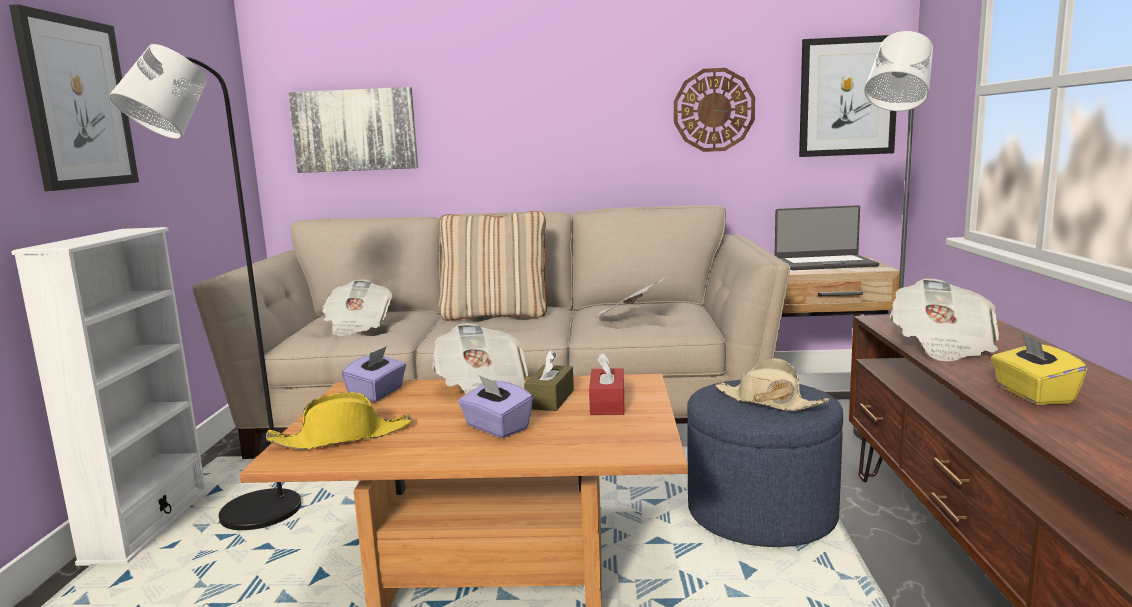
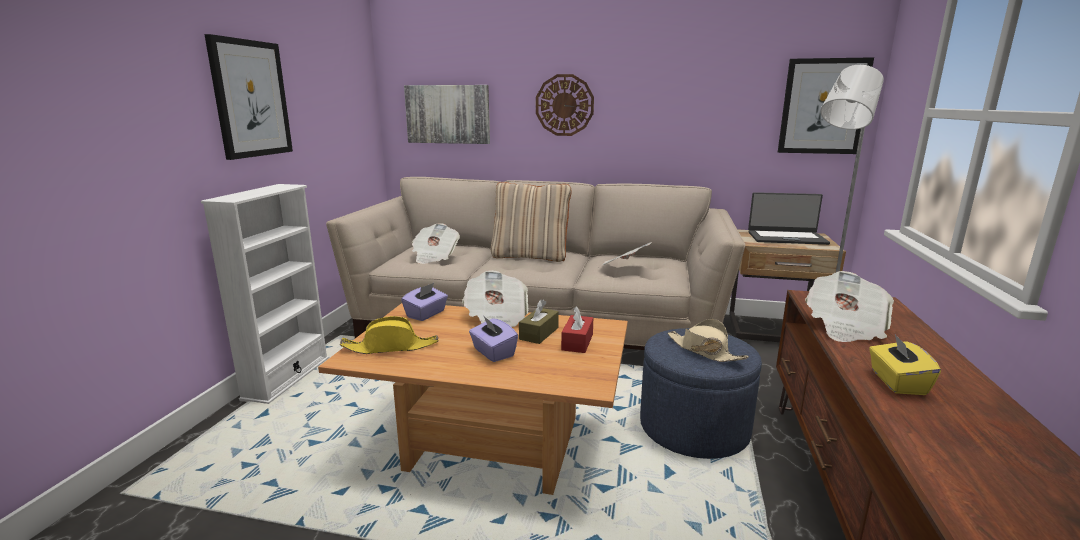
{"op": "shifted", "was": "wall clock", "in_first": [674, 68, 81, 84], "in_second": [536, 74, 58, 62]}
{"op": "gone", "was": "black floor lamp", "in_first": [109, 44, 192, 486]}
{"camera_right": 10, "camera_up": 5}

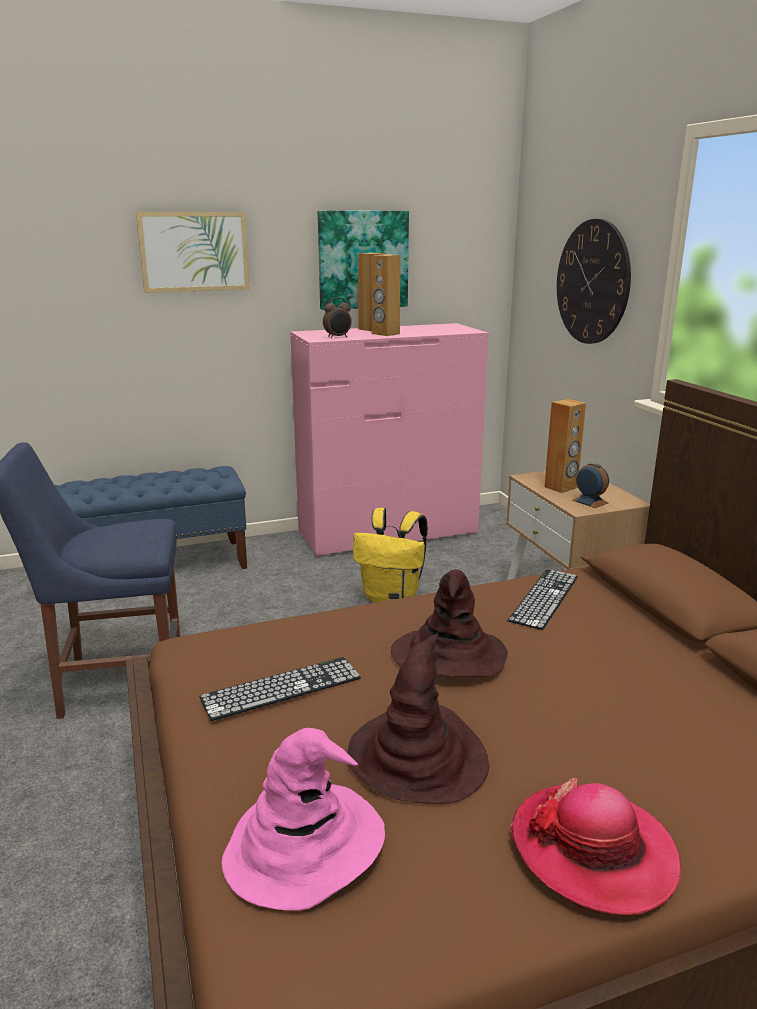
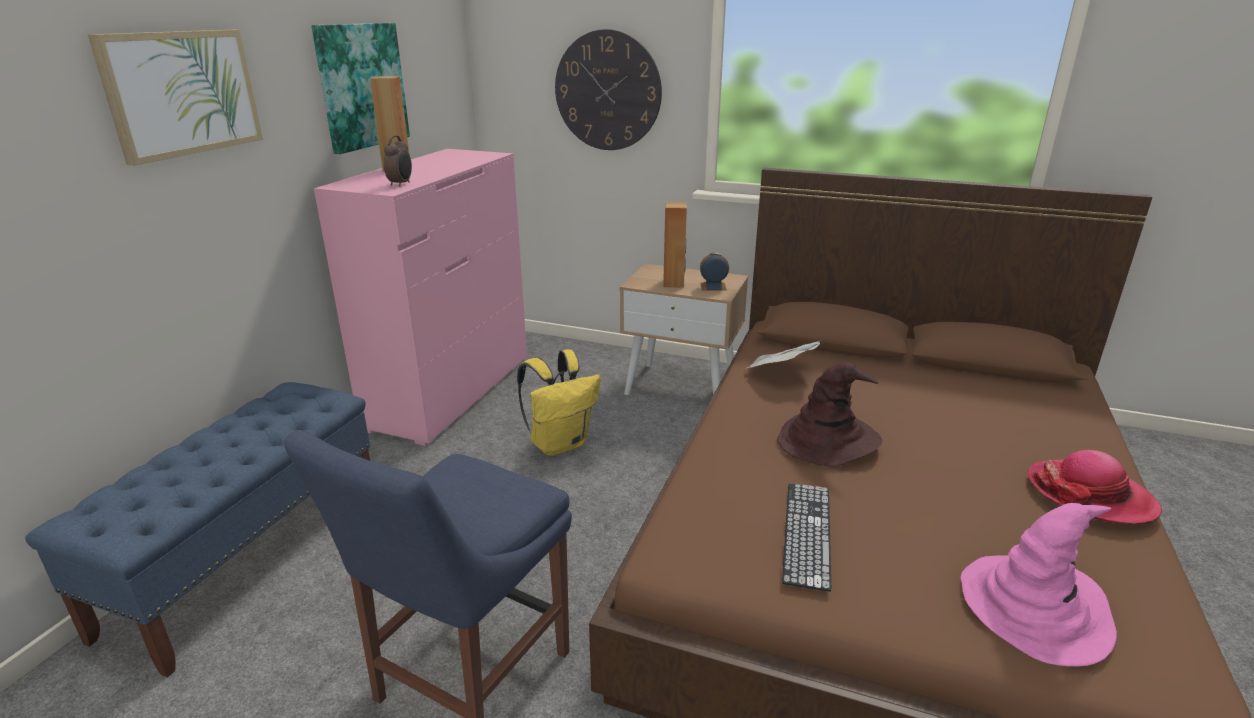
{"op": "swapped", "was": "keyboard", "now": "newspaper", "in_first": [508, 569, 70, 61], "in_second": [747, 341, 73, 27]}
{"op": "gone", "was": "brown hat", "in_first": [347, 634, 142, 170]}
{"op": "gone", "was": "brown speaker", "in_first": [372, 254, 28, 82]}
{"camera_right": -50, "camera_up": 5}

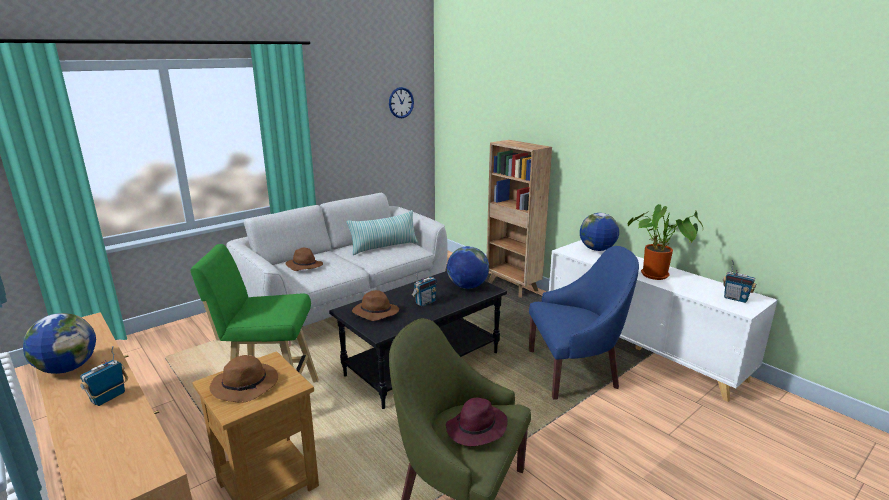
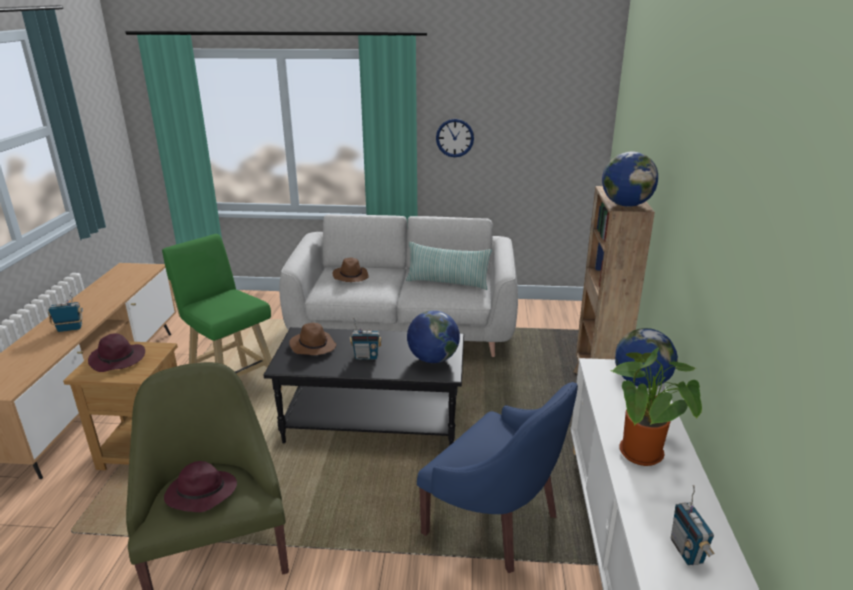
{"op": "repainted", "was": "brown hat", "now": "purple hat", "in_first": [209, 355, 69, 48], "in_second": [88, 333, 57, 39]}
{"op": "shifted", "was": "wall clock", "in_first": [389, 87, 25, 31], "in_second": [436, 119, 38, 38]}
{"op": "shifted", "was": "globe", "in_first": [23, 313, 73, 61], "in_second": [602, 152, 56, 55]}
{"camera_right": 45, "camera_up": 5}

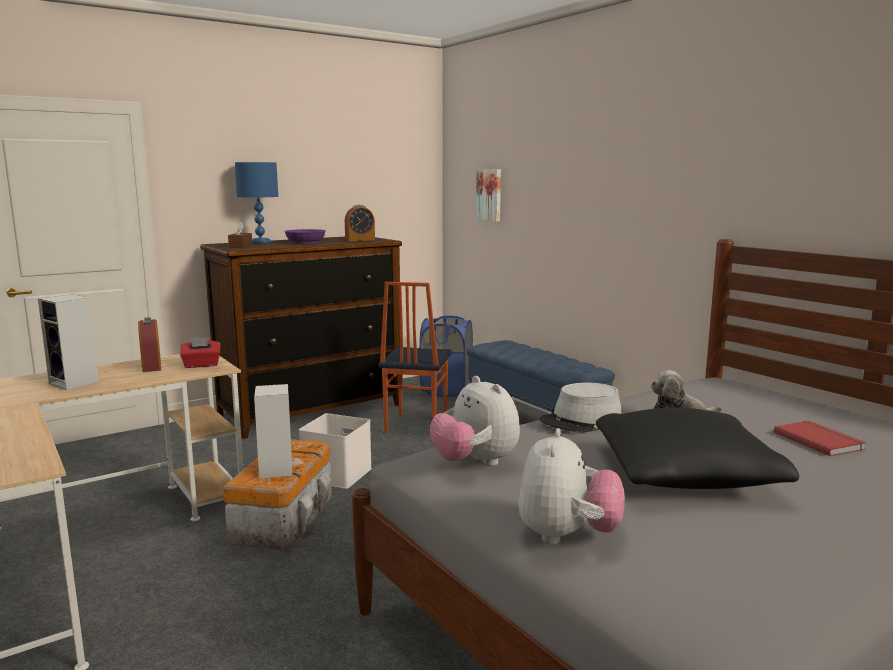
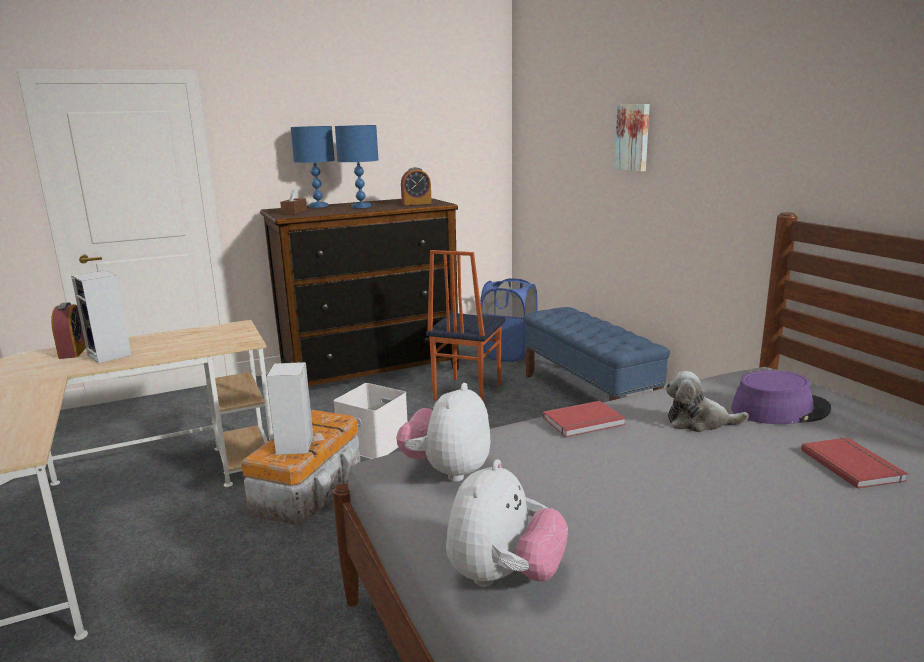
{"op": "shifted", "was": "alarm clock", "in_first": [138, 317, 23, 55], "in_second": [51, 303, 35, 56]}
{"op": "swapped", "was": "purple bowl", "now": "blue table lamp", "in_first": [284, 229, 42, 15], "in_second": [335, 125, 43, 83]}
{"op": "rotated", "was": "plush toy", "in_first": [430, 376, 90, 90], "in_second": [396, 383, 94, 99], "clockwise": 45}
{"op": "swapped", "was": "grey hat", "now": "red book", "in_first": [539, 383, 83, 50], "in_second": [543, 401, 83, 36]}
{"op": "shifted", "was": "picture", "in_first": [476, 169, 25, 53], "in_second": [614, 104, 36, 68]}
{"op": "new", "now": "purple hat", "in_second": [731, 370, 100, 54]}
{"op": "gone", "was": "red tissue box", "in_first": [180, 337, 40, 31]}
{"op": "gone", "was": "black pillow", "in_first": [596, 408, 203, 81]}
{"camera_right": 10, "camera_up": 5}

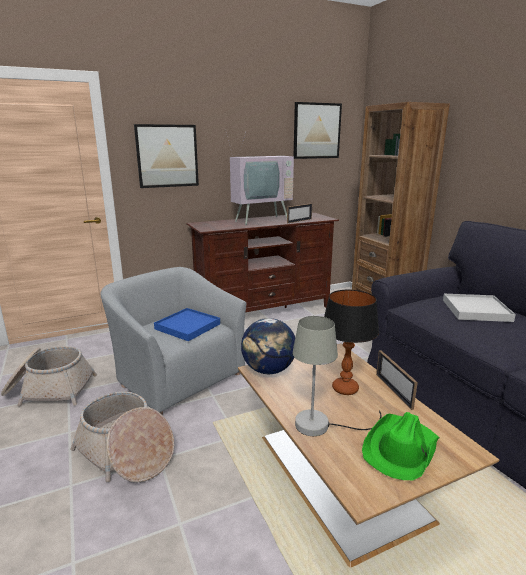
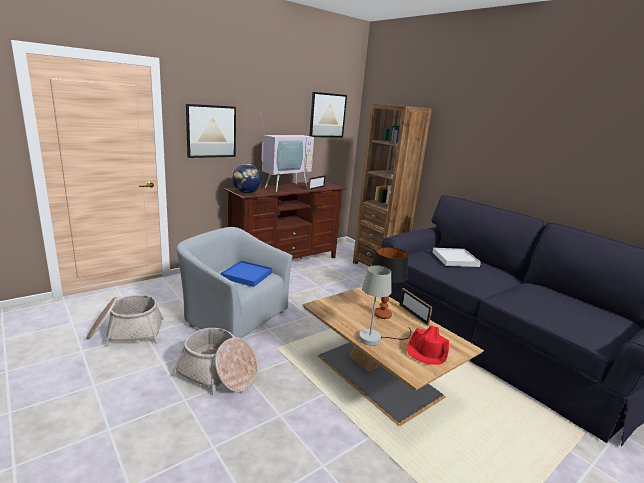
{"op": "shifted", "was": "globe", "in_first": [241, 318, 54, 56], "in_second": [232, 164, 30, 29]}
{"op": "repainted", "was": "green hat", "now": "red hat", "in_first": [362, 412, 77, 68], "in_second": [407, 325, 42, 40]}
{"camera_right": -15, "camera_up": 0}

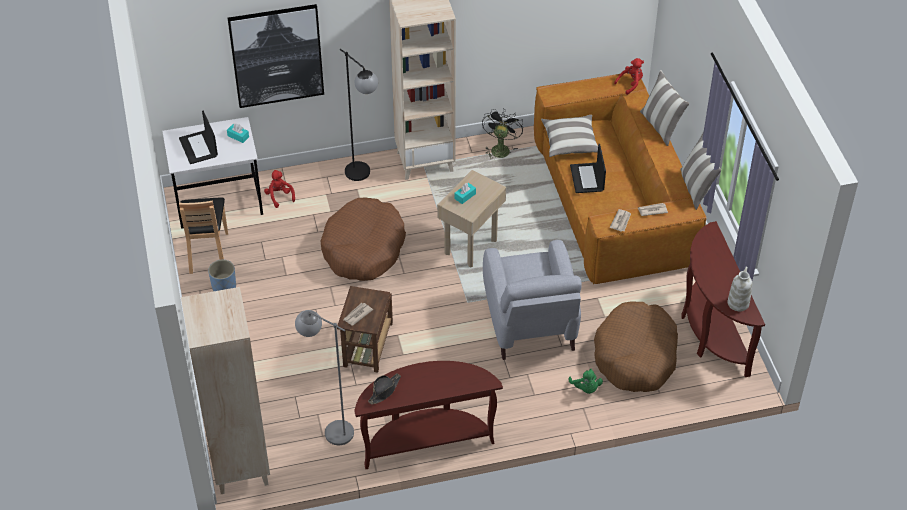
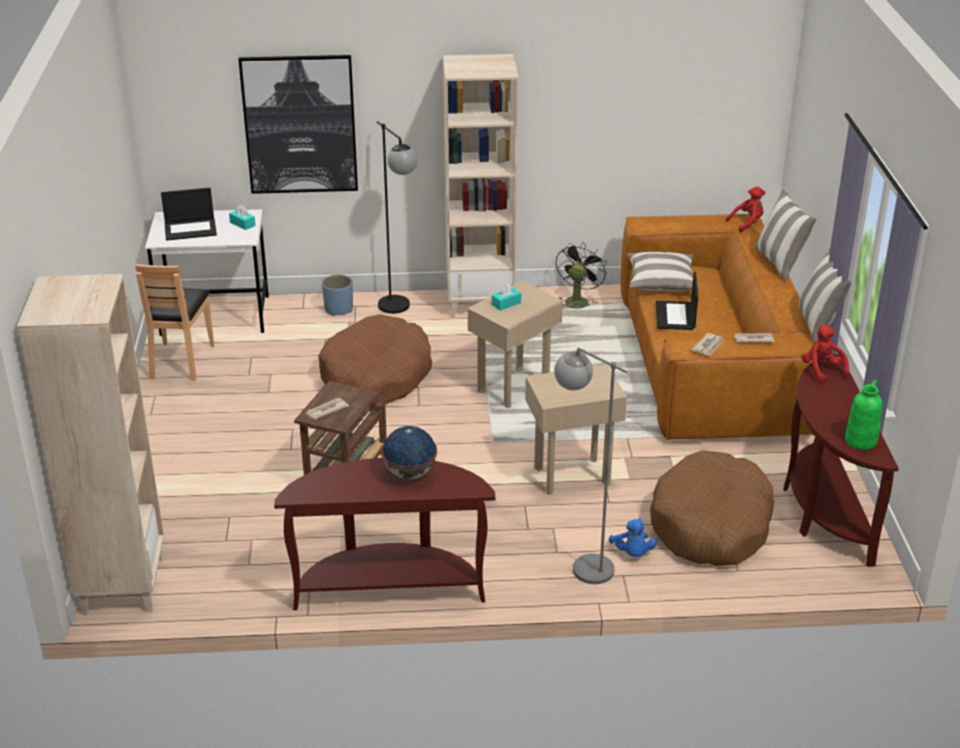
{"op": "rotated", "was": "laptop", "in_first": [179, 111, 39, 53], "in_second": [161, 188, 56, 53], "clockwise": -90}
{"op": "shifted", "was": "blue planter", "in_first": [208, 260, 28, 31], "in_second": [322, 274, 31, 42]}
{"op": "new", "now": "globe", "in_second": [382, 426, 55, 53]}
{"op": "swapped", "was": "grey armchair", "now": "beige side table", "in_first": [483, 240, 99, 120], "in_second": [525, 365, 102, 130]}
{"op": "shifted", "was": "grey floor lamp", "in_first": [295, 310, 59, 135], "in_second": [554, 347, 74, 237]}
{"op": "repainted", "was": "green plush toy", "now": "blue plush toy", "in_first": [568, 369, 35, 25], "in_second": [609, 518, 48, 39]}
{"op": "shifted", "was": "red plush toy", "in_first": [264, 170, 31, 38], "in_second": [802, 324, 47, 58]}
{"op": "repainted", "was": "white vase", "now": "green vase", "in_first": [728, 267, 24, 44], "in_second": [845, 380, 38, 70]}
{"op": "gone", "was": "black hat", "in_first": [368, 373, 33, 32]}
{"camera_right": 10, "camera_up": -15}

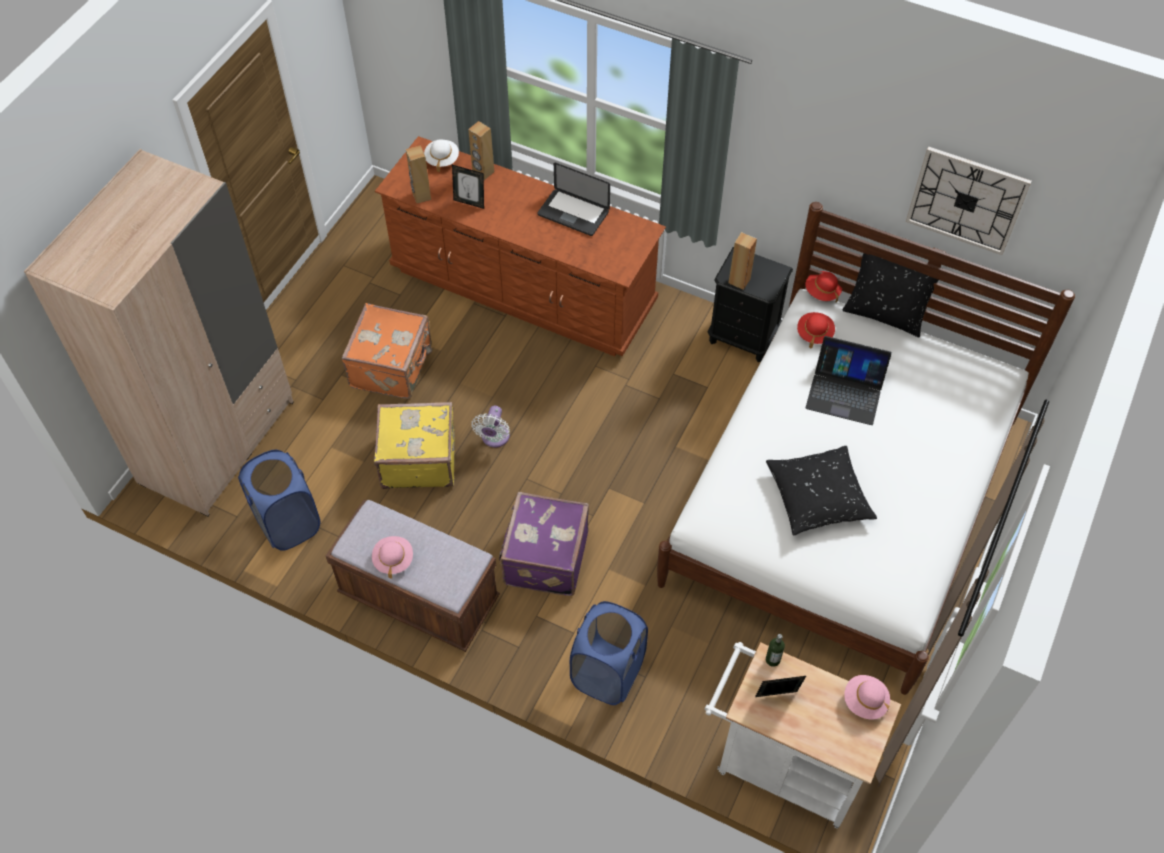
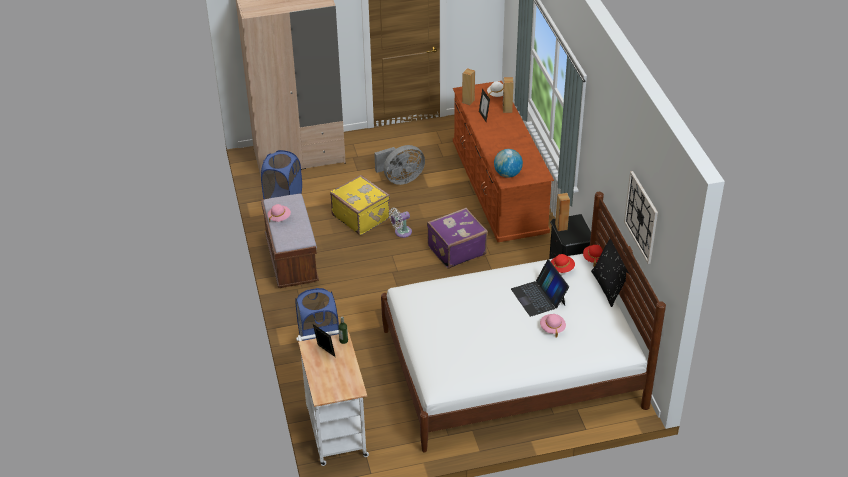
{"op": "swapped", "was": "orange suitcase", "now": "grey fan", "in_first": [341, 303, 91, 96], "in_second": [374, 145, 51, 40]}
{"op": "shifted", "was": "purple suitcase", "in_first": [499, 492, 90, 104], "in_second": [427, 208, 61, 61]}
{"op": "new", "now": "globe", "in_second": [494, 149, 29, 29]}
{"op": "shifted", "was": "pink hat", "in_first": [844, 675, 46, 45], "in_second": [540, 314, 26, 23]}
{"op": "gone", "was": "laptop", "in_first": [538, 162, 72, 74]}
{"op": "gone", "was": "black pillow", "in_first": [766, 446, 111, 90]}
{"camera_right": 50, "camera_up": -15}

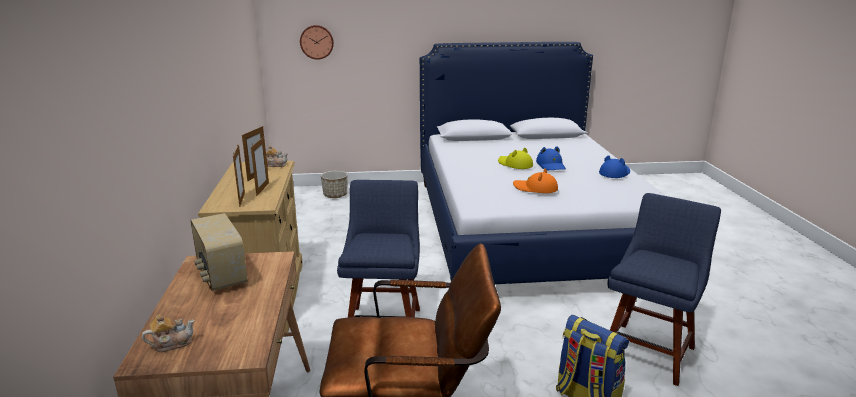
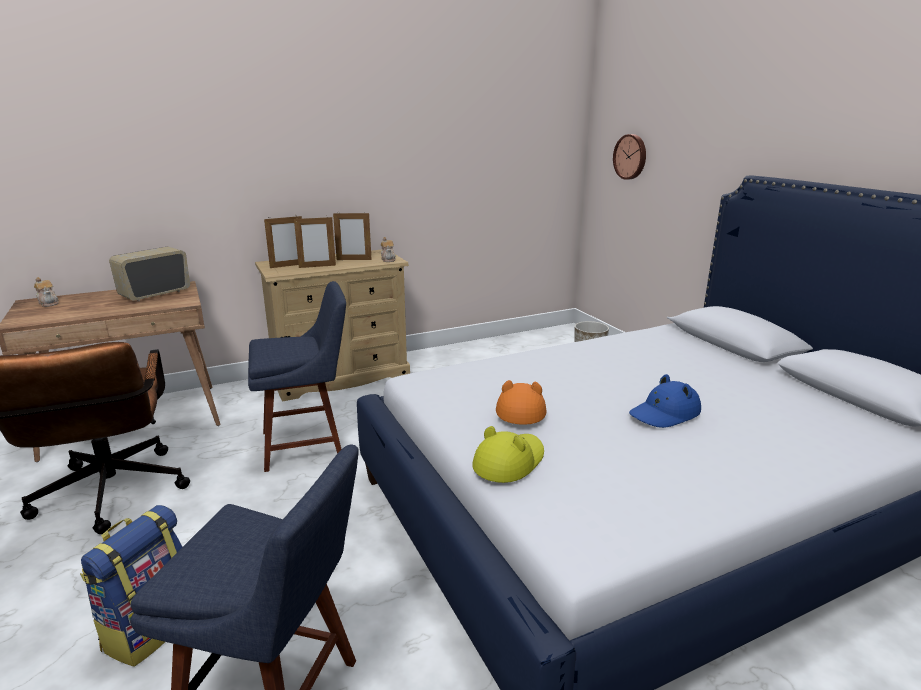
{"op": "shifted", "was": "yellow hat", "in_first": [498, 148, 35, 21], "in_second": [472, 426, 72, 57]}
{"op": "gone", "was": "blue hat", "in_first": [599, 156, 31, 22]}
{"camera_right": 70, "camera_up": 0}

